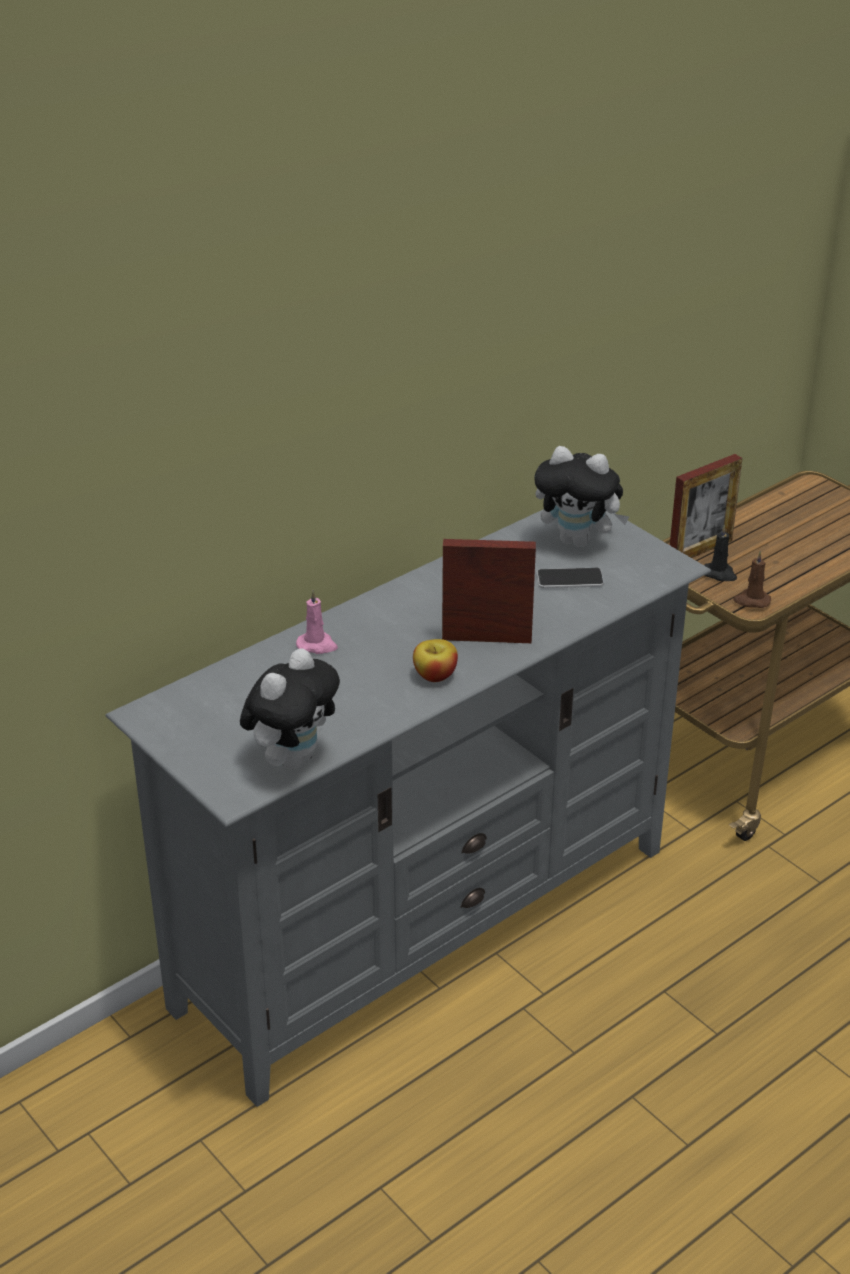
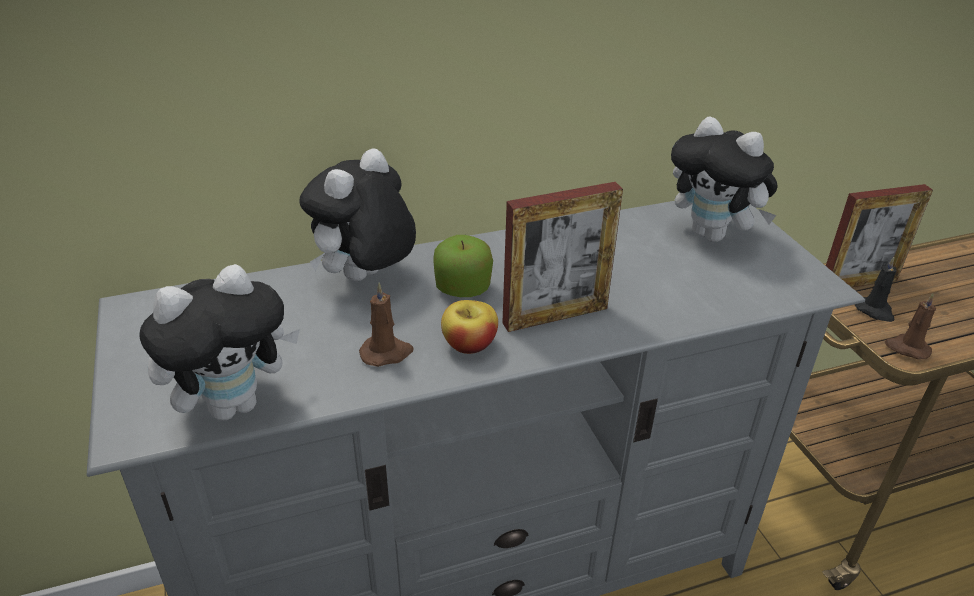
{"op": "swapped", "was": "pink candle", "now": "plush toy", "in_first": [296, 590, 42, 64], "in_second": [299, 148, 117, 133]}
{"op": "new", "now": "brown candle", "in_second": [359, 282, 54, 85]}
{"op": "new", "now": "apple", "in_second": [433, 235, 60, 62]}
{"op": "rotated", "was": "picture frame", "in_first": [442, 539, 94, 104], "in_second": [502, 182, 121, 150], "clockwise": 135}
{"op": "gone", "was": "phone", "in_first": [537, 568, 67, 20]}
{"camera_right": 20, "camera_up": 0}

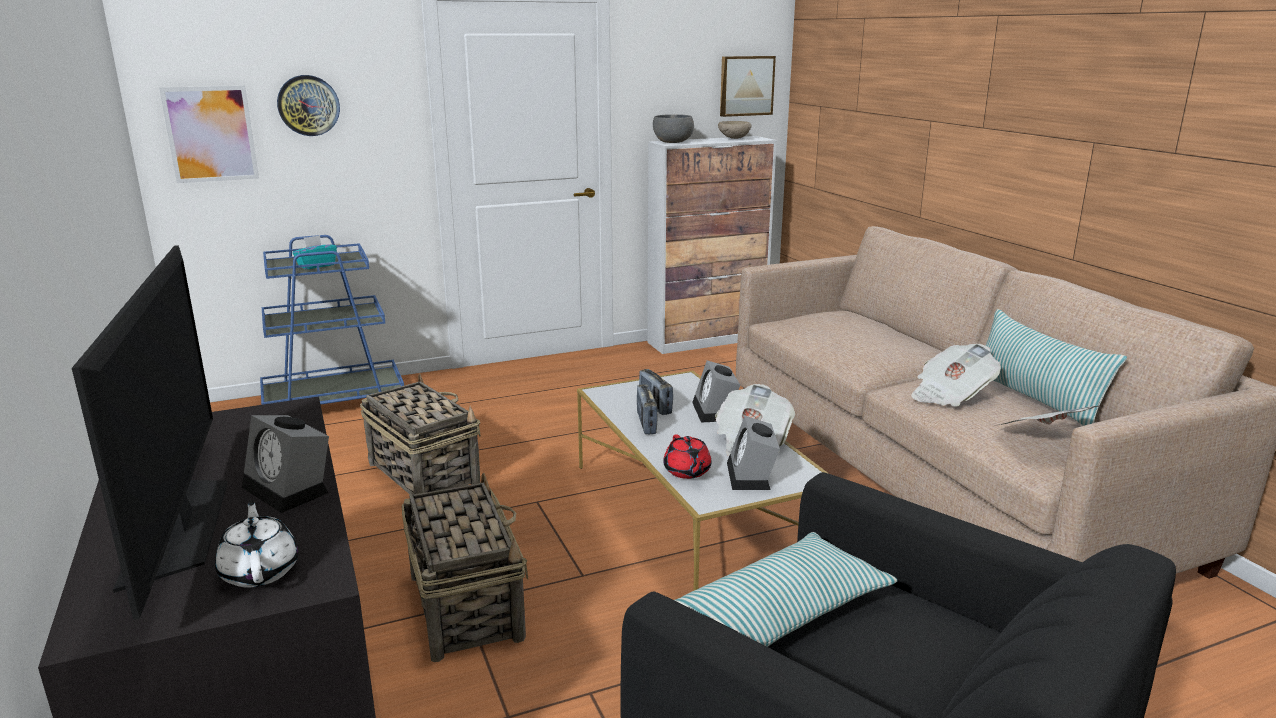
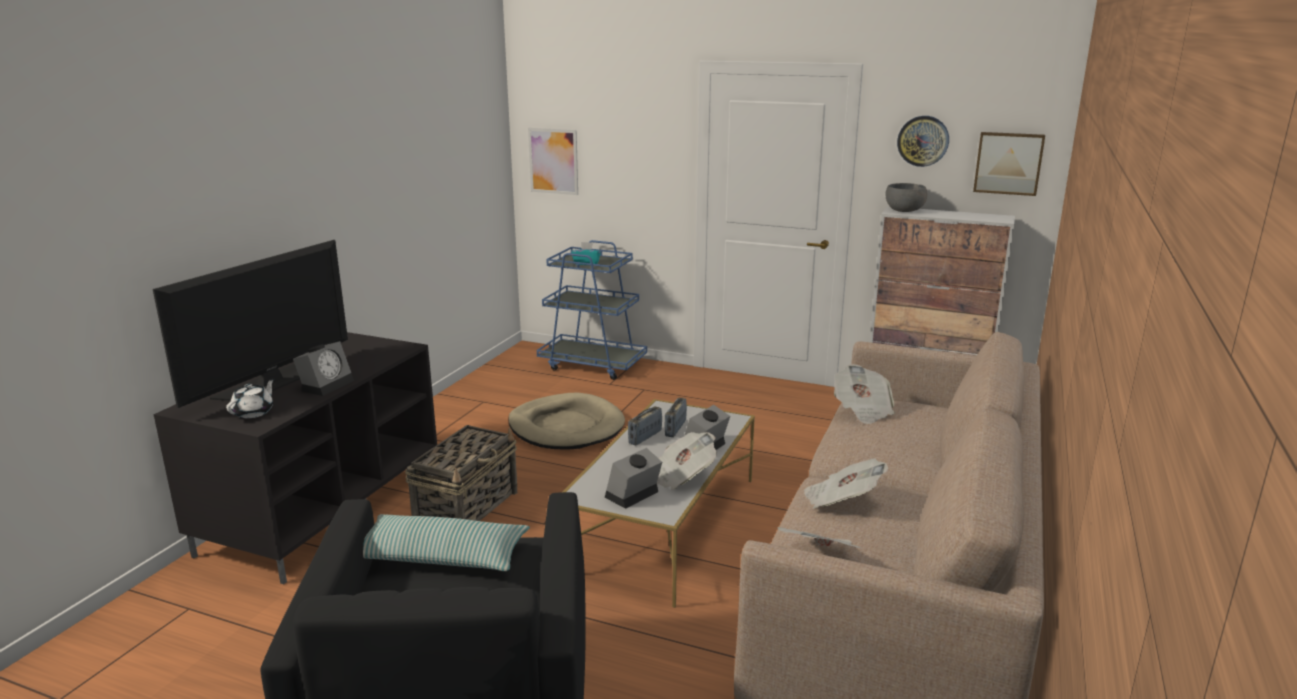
{"op": "rotated", "was": "alarm clock", "in_first": [242, 415, 87, 98], "in_second": [293, 341, 61, 55], "clockwise": -150}
{"op": "swapped", "was": "basket", "now": "beige dog bed", "in_first": [360, 374, 121, 121], "in_second": [508, 393, 117, 57]}
{"op": "new", "now": "newspaper", "in_second": [834, 364, 61, 60]}
{"op": "shifted", "was": "wall clock", "in_first": [277, 75, 63, 61], "in_second": [897, 116, 52, 51]}
{"op": "gone", "was": "red teapot", "in_first": [663, 434, 49, 45]}
{"op": "gone", "was": "beige bowl", "in_first": [718, 121, 33, 18]}
{"op": "gone", "was": "pillow", "in_first": [986, 309, 141, 117]}
{"camera_right": 45, "camera_up": 0}

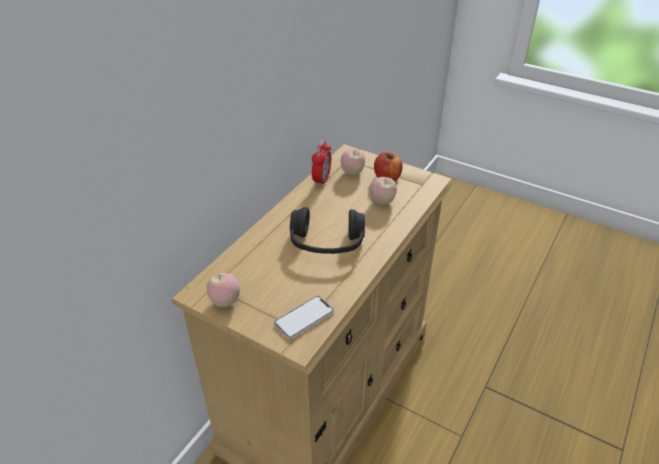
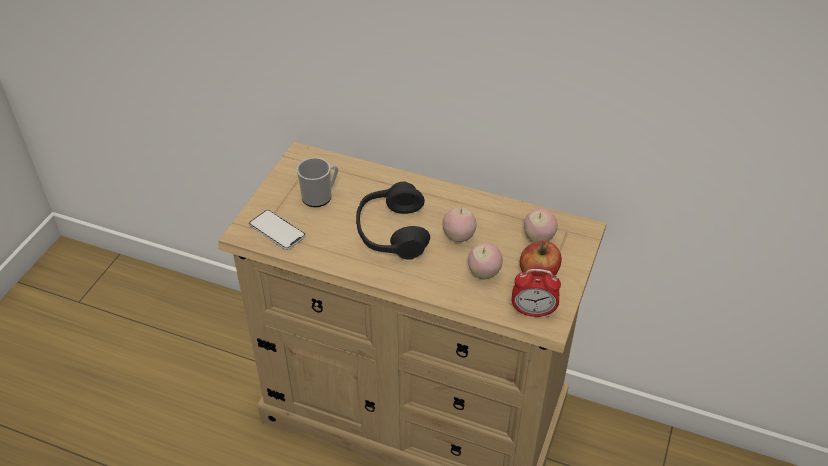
{"op": "new", "now": "mug", "in_second": [297, 158, 41, 49]}
{"op": "shifted", "was": "apple", "in_first": [207, 273, 33, 34], "in_second": [443, 207, 34, 35]}
{"op": "shifted", "was": "alarm clock", "in_first": [312, 140, 19, 47], "in_second": [512, 269, 49, 48]}
{"camera_right": 80, "camera_up": 5}

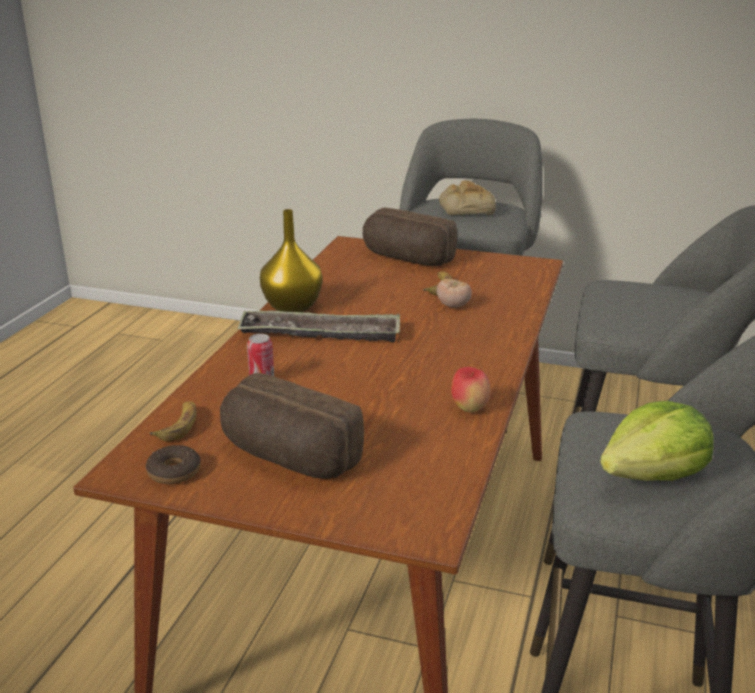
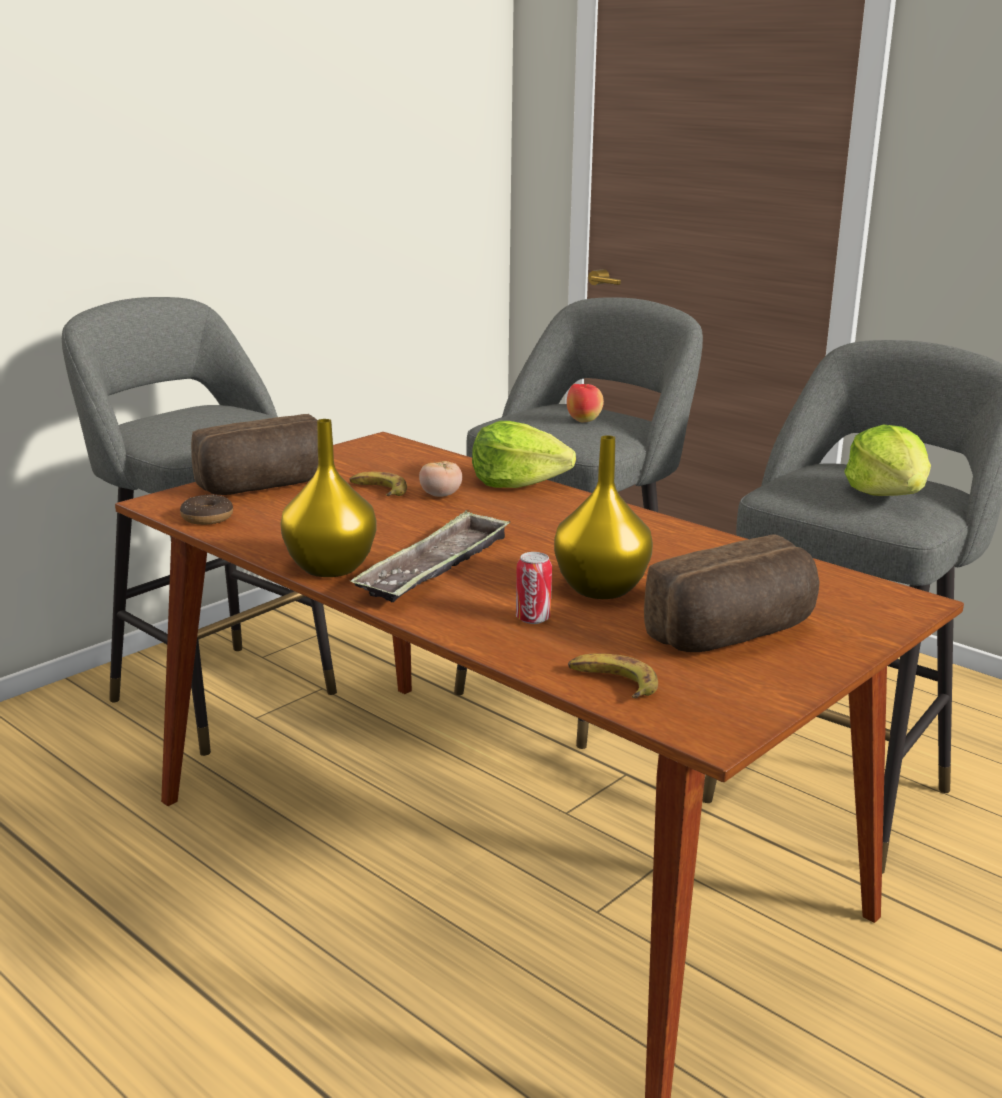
{"op": "shifted", "was": "donut", "in_first": [146, 445, 55, 39], "in_second": [180, 494, 53, 31]}
{"op": "new", "now": "lettuce", "in_second": [472, 421, 104, 67]}
{"op": "new", "now": "yellow vase", "in_second": [554, 435, 99, 164]}
{"op": "shifted", "was": "apple", "in_first": [451, 367, 40, 45], "in_second": [567, 384, 37, 39]}
{"op": "gone", "was": "bread", "in_first": [439, 180, 57, 35]}
{"camera_right": -65, "camera_up": -5}

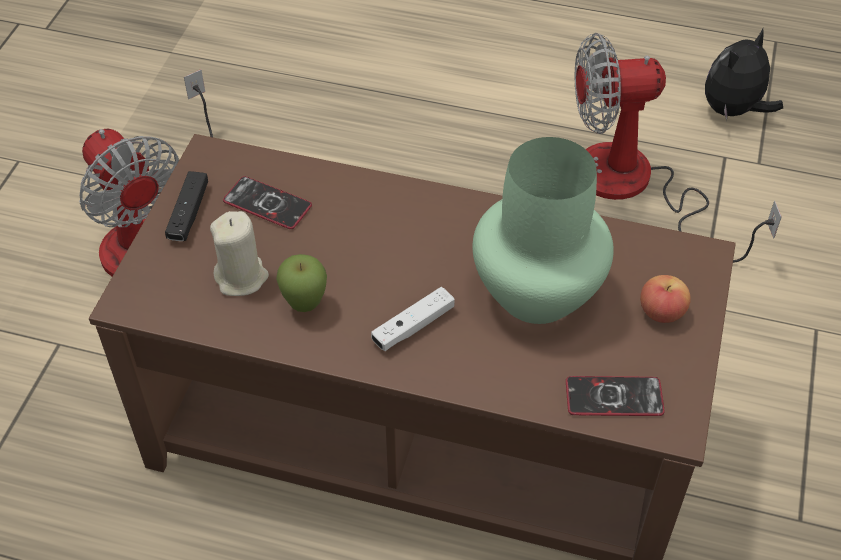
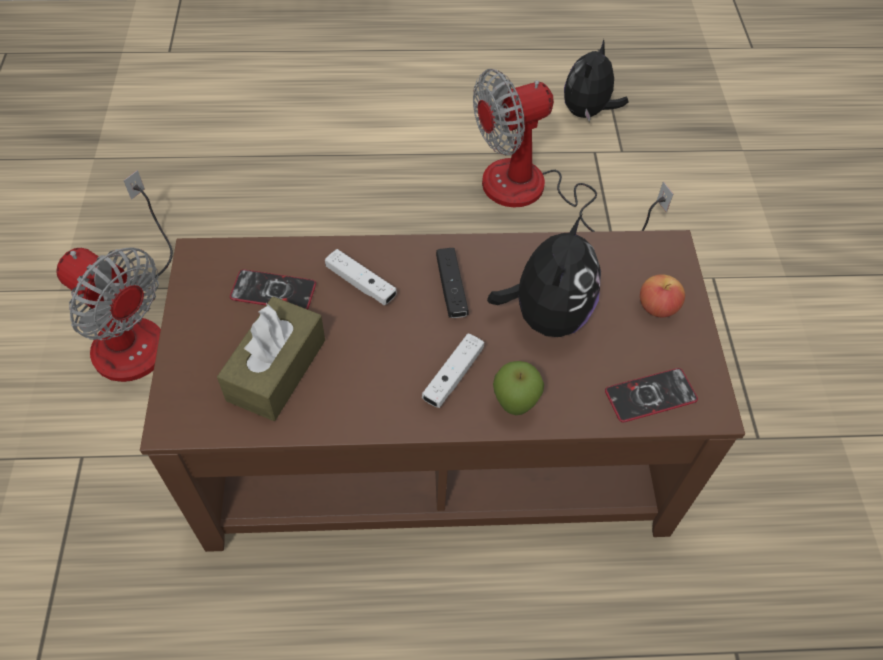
{"op": "swapped", "was": "beige candle", "now": "brown tissue box", "in_first": [210, 211, 59, 85], "in_second": [217, 296, 108, 125]}
{"op": "new", "now": "white game controller", "in_second": [325, 249, 72, 56]}
{"op": "shifted", "was": "black game controller", "in_first": [165, 171, 43, 70], "in_second": [436, 248, 32, 70]}
{"op": "swapped", "was": "green vase", "now": "plush toy", "in_first": [473, 137, 141, 187], "in_second": [487, 215, 114, 122]}
{"op": "shifted", "was": "apple", "in_first": [276, 254, 51, 58], "in_second": [493, 361, 51, 54]}
{"camera_right": -20, "camera_up": 5}

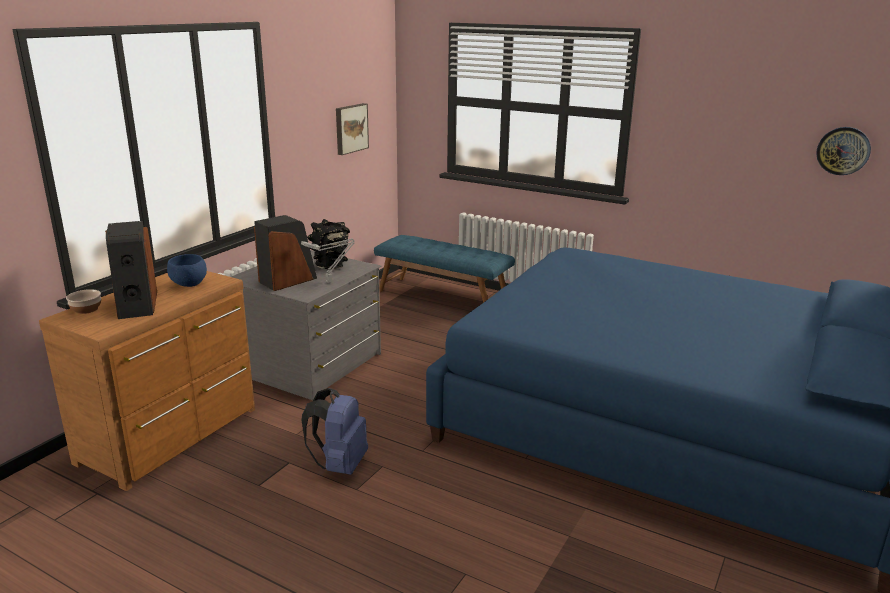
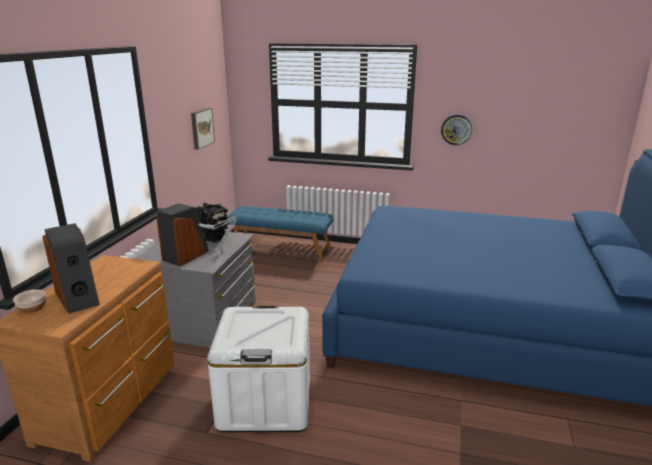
{"op": "swapped", "was": "blue backpack", "now": "white storage box", "in_first": [301, 388, 67, 87], "in_second": [207, 306, 103, 126]}
{"op": "shifted", "was": "wall clock", "in_first": [816, 127, 55, 48], "in_second": [441, 114, 31, 31]}
{"op": "gone", "was": "blue bowl", "in_first": [167, 254, 40, 33]}
{"camera_right": -15, "camera_up": 0}

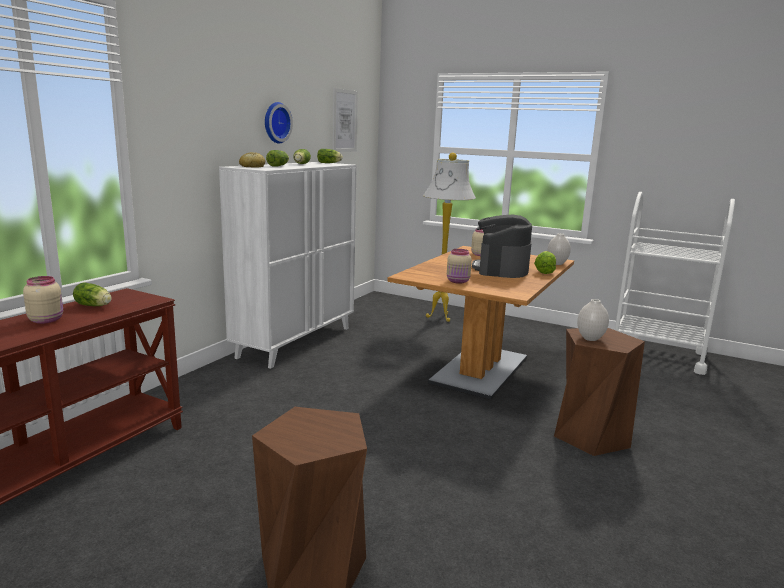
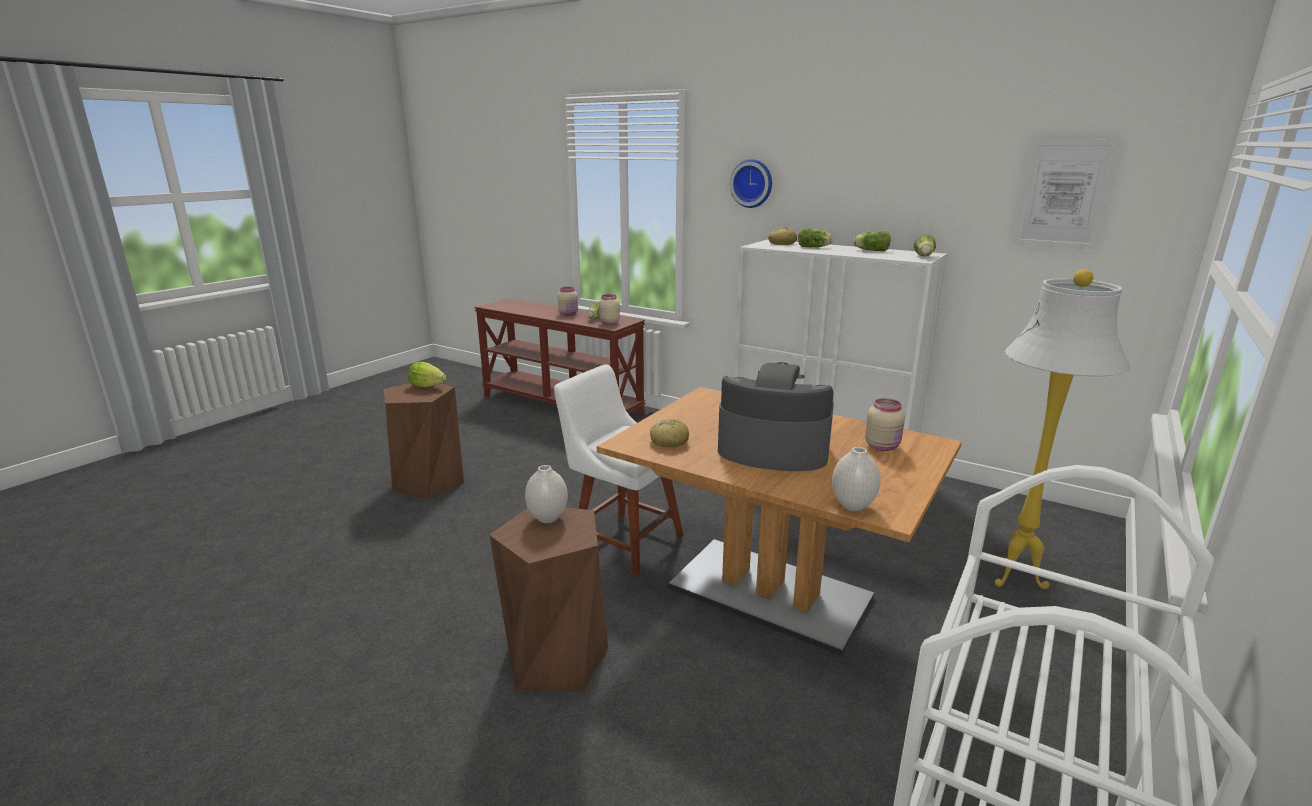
{"op": "shifted", "was": "lettuce", "in_first": [534, 251, 22, 23], "in_second": [408, 362, 38, 26]}
{"op": "new", "now": "white chair", "in_second": [554, 365, 130, 211]}
{"op": "shifted", "was": "beige jar", "in_first": [447, 249, 25, 35], "in_second": [599, 294, 21, 31]}
{"op": "new", "now": "bread", "in_second": [650, 419, 39, 28]}
{"op": "shifted", "was": "wall clock", "in_first": [265, 102, 28, 41], "in_second": [730, 159, 42, 49]}
{"camera_right": 95, "camera_up": 5}

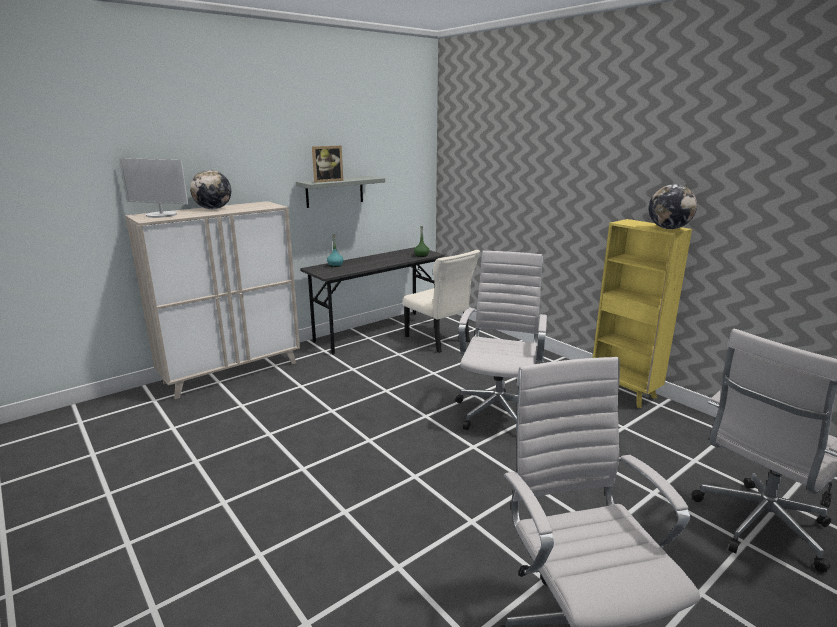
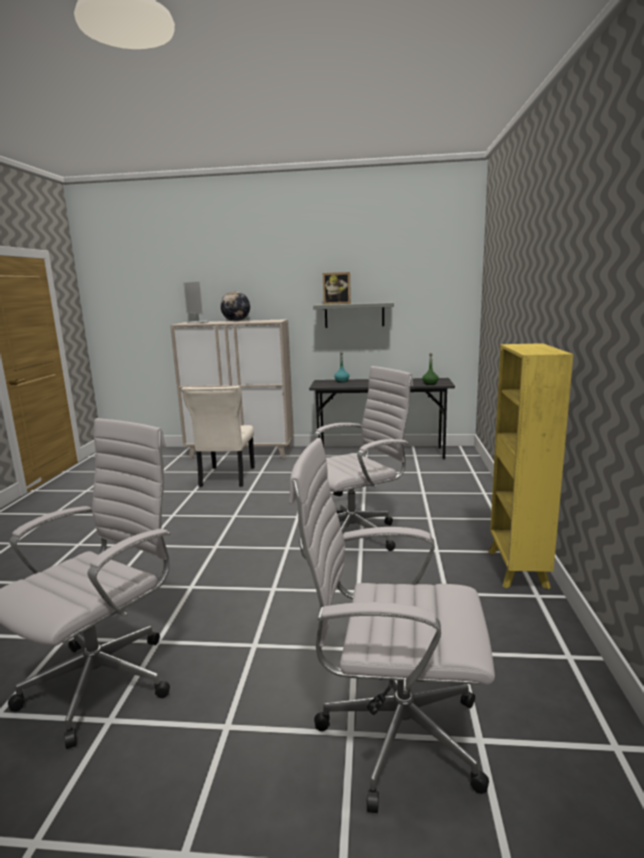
{"op": "shifted", "was": "beige chair", "in_first": [403, 250, 77, 103], "in_second": [182, 386, 73, 101]}
{"op": "gone", "was": "globe", "in_first": [649, 184, 48, 45]}
{"camera_right": 45, "camera_up": -5}

